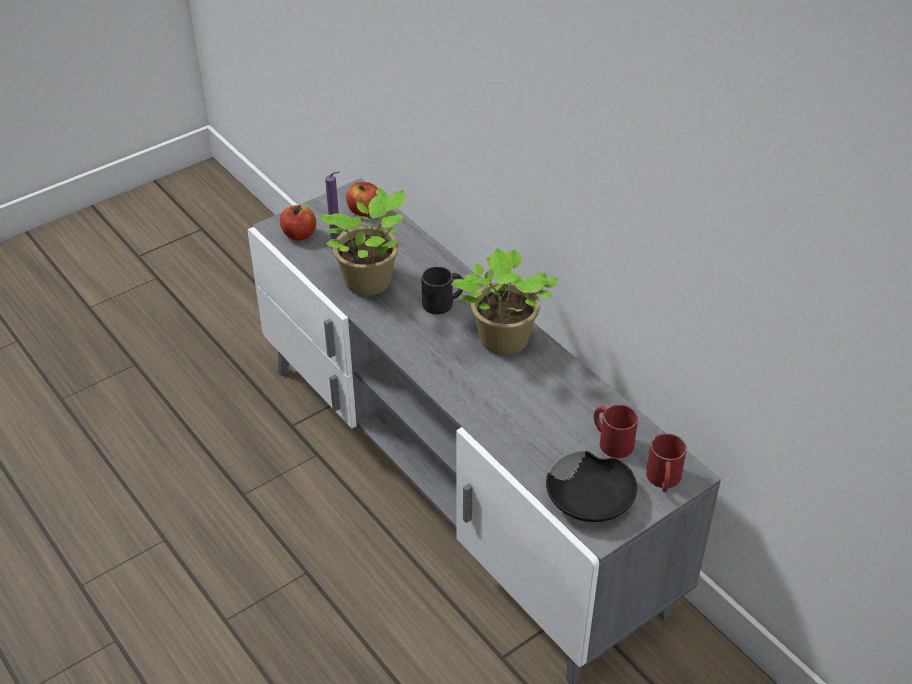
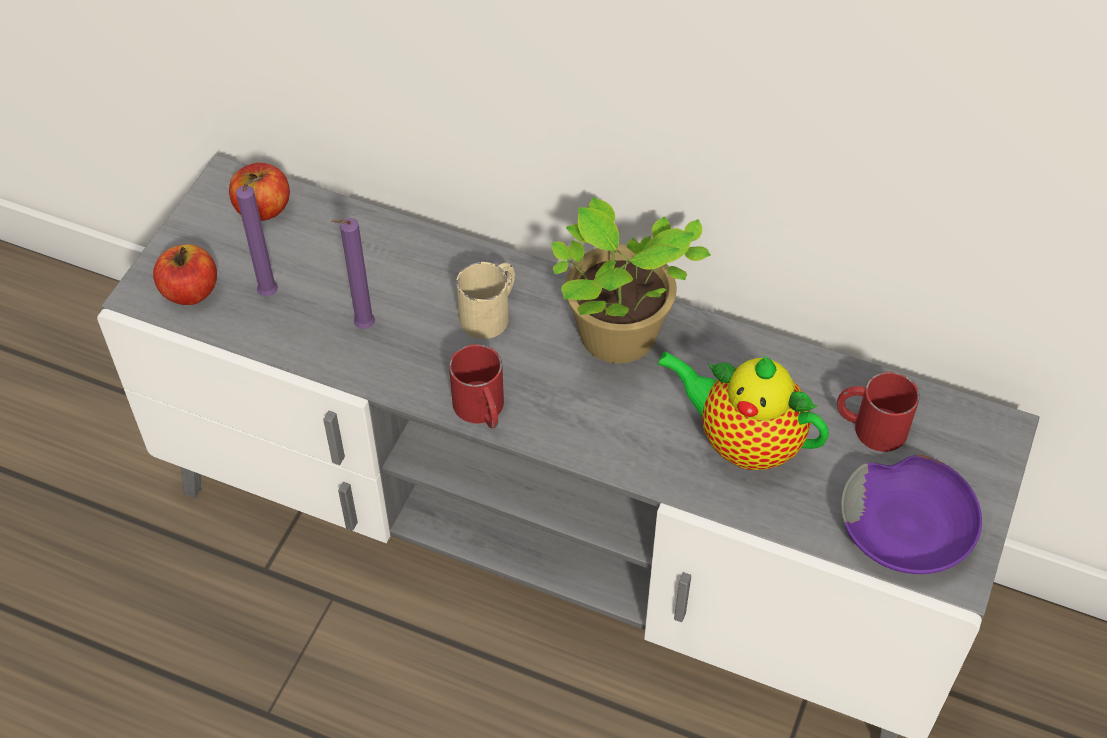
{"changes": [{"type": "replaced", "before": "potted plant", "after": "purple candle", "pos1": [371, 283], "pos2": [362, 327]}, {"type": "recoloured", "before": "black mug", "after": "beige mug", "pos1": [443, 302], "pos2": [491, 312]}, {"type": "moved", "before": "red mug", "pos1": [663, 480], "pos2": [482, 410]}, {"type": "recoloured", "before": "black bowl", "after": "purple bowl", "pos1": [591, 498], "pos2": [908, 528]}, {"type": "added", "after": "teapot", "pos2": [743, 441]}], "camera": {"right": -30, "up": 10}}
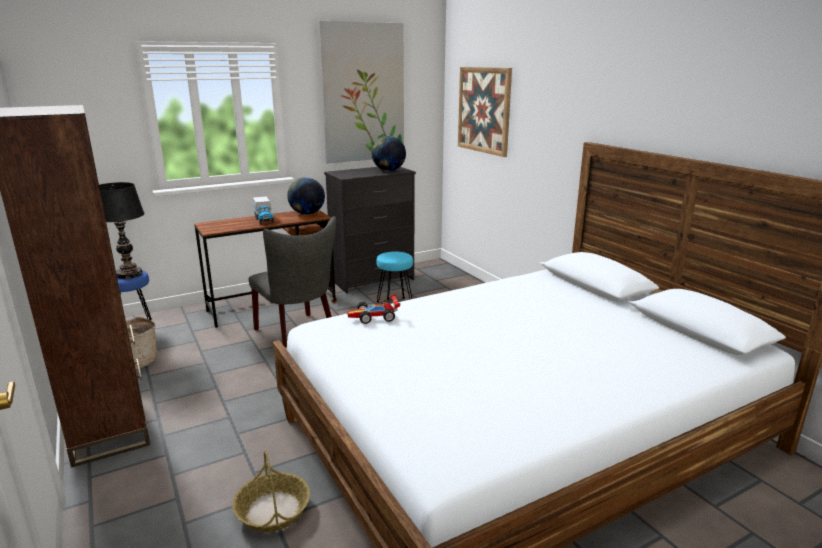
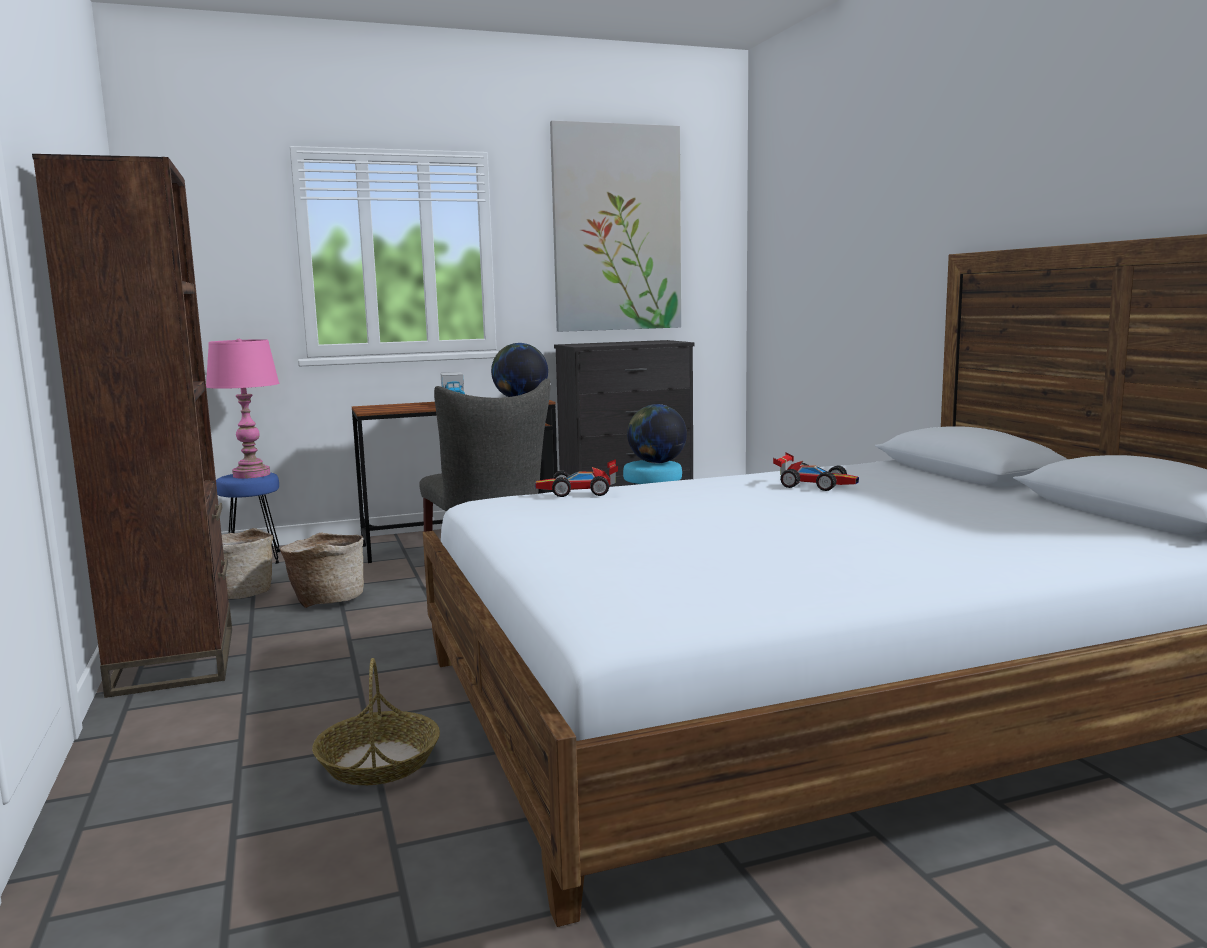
{"changes": [{"type": "removed", "before": "picture", "pos1": [484, 110]}, {"type": "moved", "before": "globe", "pos1": [388, 170], "pos2": [656, 463]}, {"type": "recoloured", "before": "black table lamp", "after": "pink table lamp", "pos1": [129, 274], "pos2": [251, 475]}, {"type": "added", "after": "toy car", "pos2": [815, 485]}, {"type": "added", "after": "basket", "pos2": [327, 600]}], "camera": {"right": 10, "up": -10}}
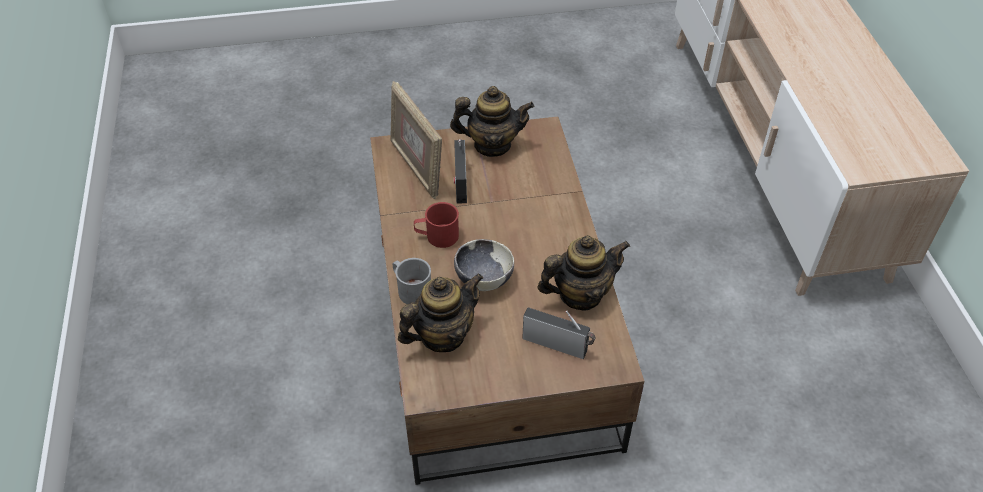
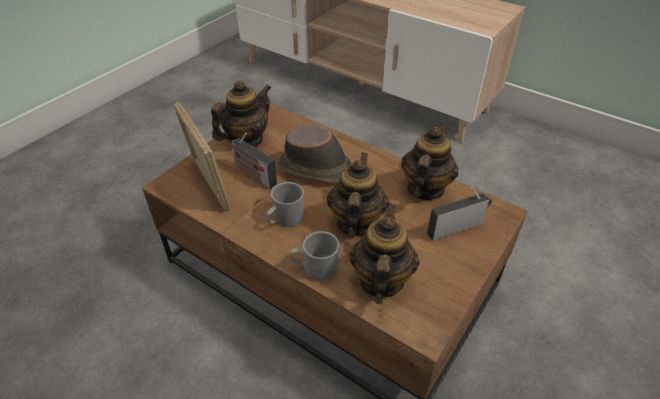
{"changes": [{"type": "turned", "before": "picture frame", "pos1": [416, 167], "pos2": [208, 185], "turn": -135}, {"type": "recoloured", "before": "red mug", "after": "grey mug", "pos1": [437, 236], "pos2": [285, 218]}, {"type": "replaced", "before": "bowl", "after": "teapot", "pos1": [483, 279], "pos2": [355, 223]}, {"type": "added", "after": "brown hat", "pos2": [316, 169]}], "camera": {"right": -45, "up": -5}}
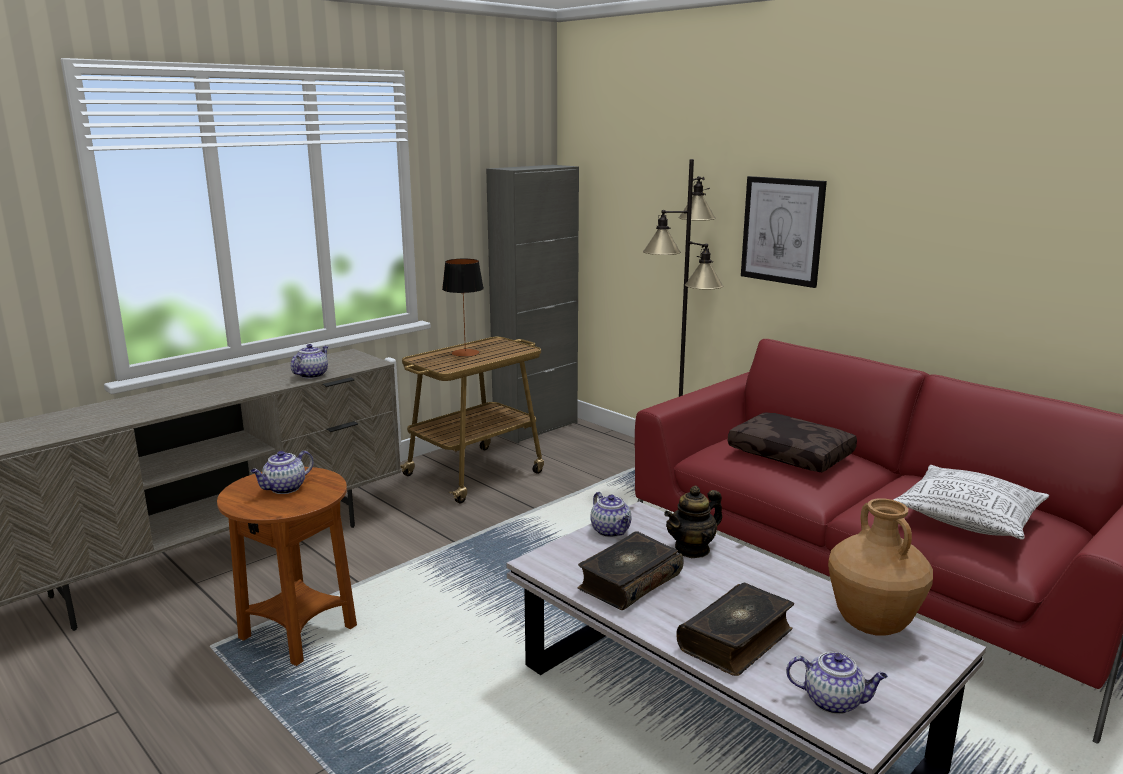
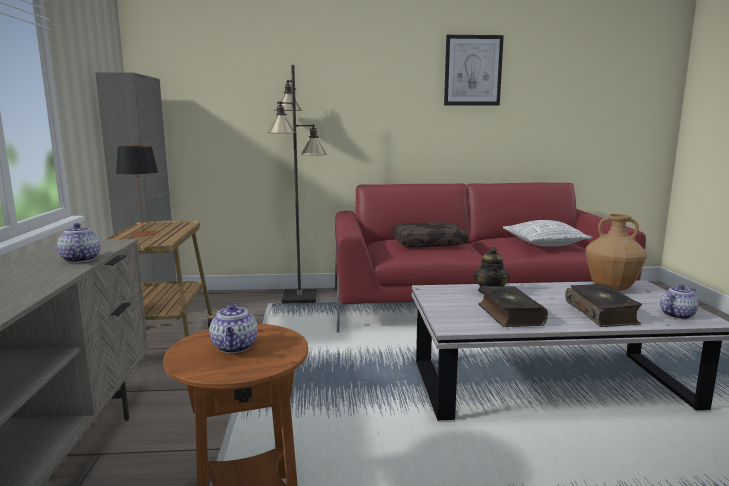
{"changes": [{"type": "moved", "before": "picture", "pos1": [782, 230], "pos2": [473, 70]}, {"type": "removed", "before": "teapot", "pos1": [611, 531]}], "camera": {"right": -50, "up": -5}}
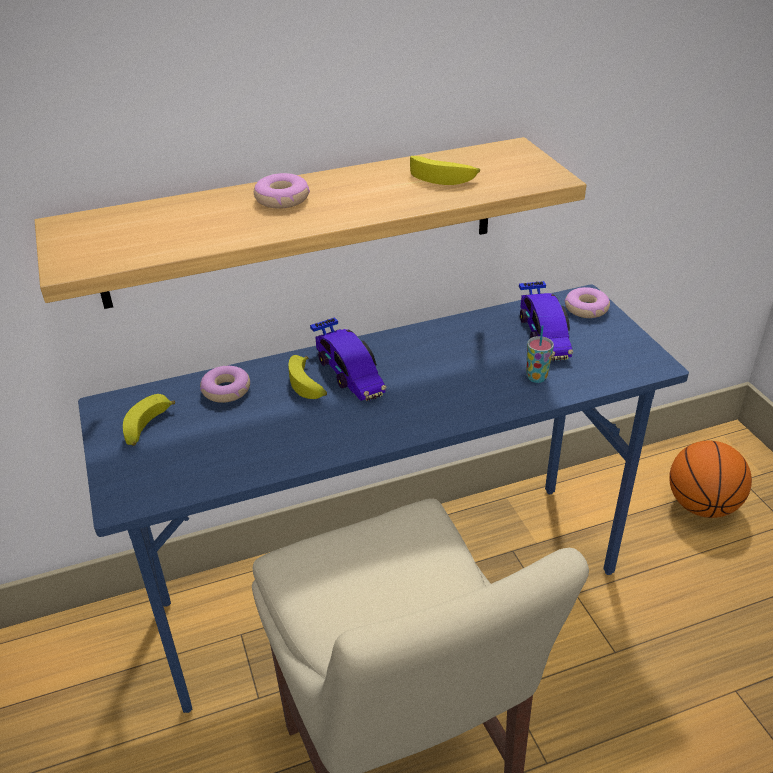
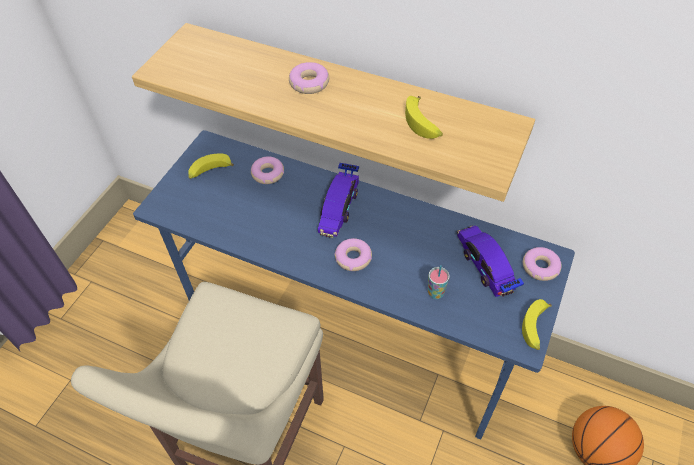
{"changes": [{"type": "turned", "before": "toy car", "pos1": [544, 333], "pos2": [485, 265], "turn": 120}, {"type": "moved", "before": "banana", "pos1": [308, 385], "pos2": [535, 328]}, {"type": "added", "after": "donut", "pos2": [353, 258]}], "camera": {"right": 45, "up": 15}}
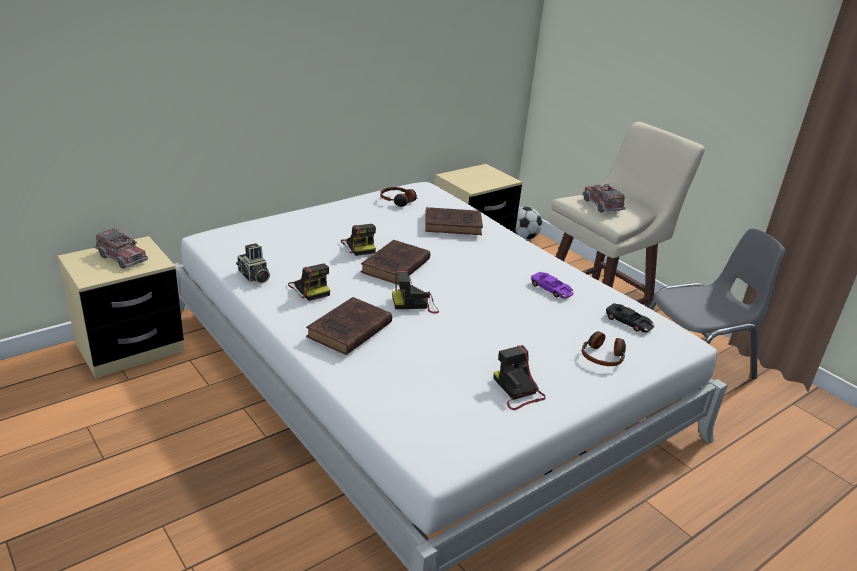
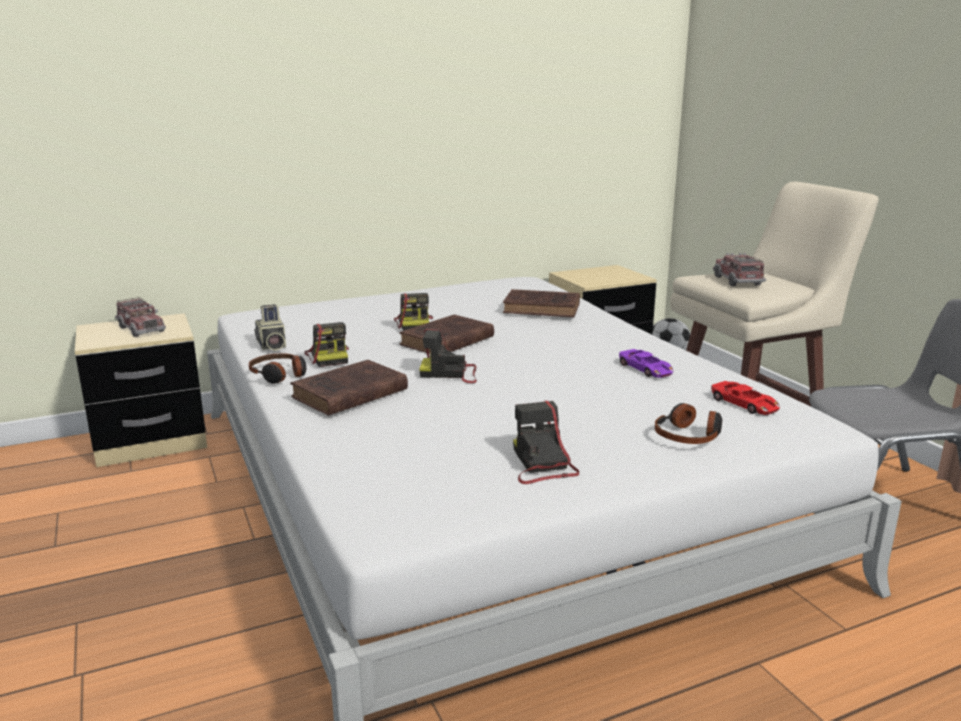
{"changes": [{"type": "moved", "before": "headphones", "pos1": [398, 201], "pos2": [279, 375]}, {"type": "recoloured", "before": "black toy car", "after": "red toy car", "pos1": [629, 322], "pos2": [744, 404]}], "camera": {"right": 15, "up": -10}}
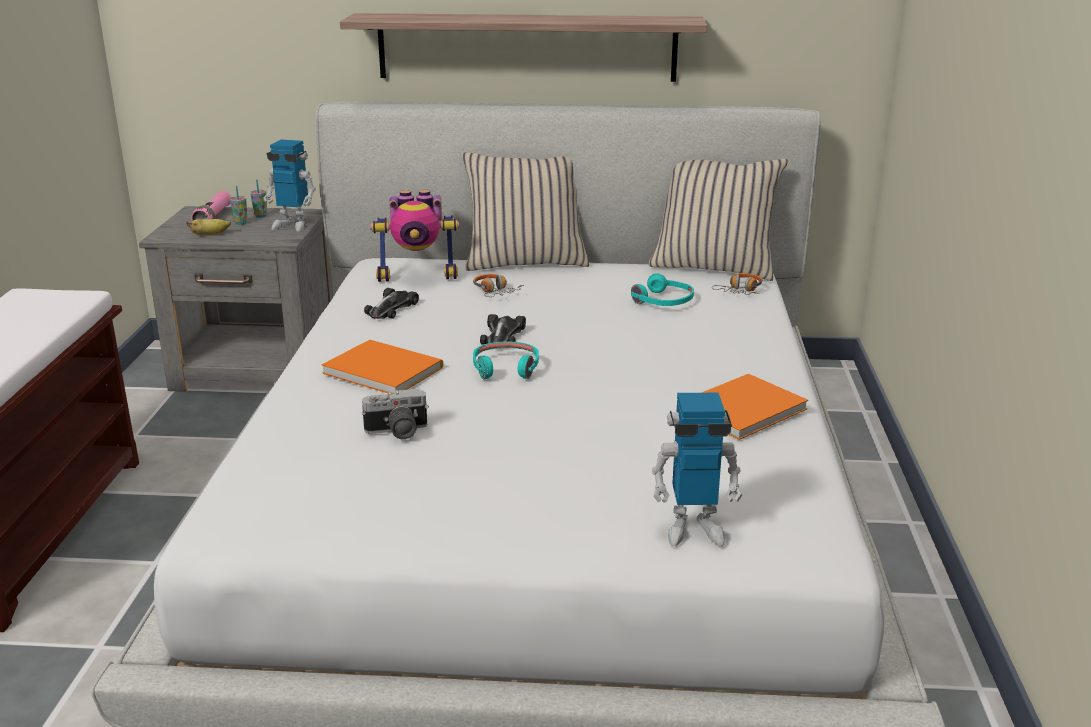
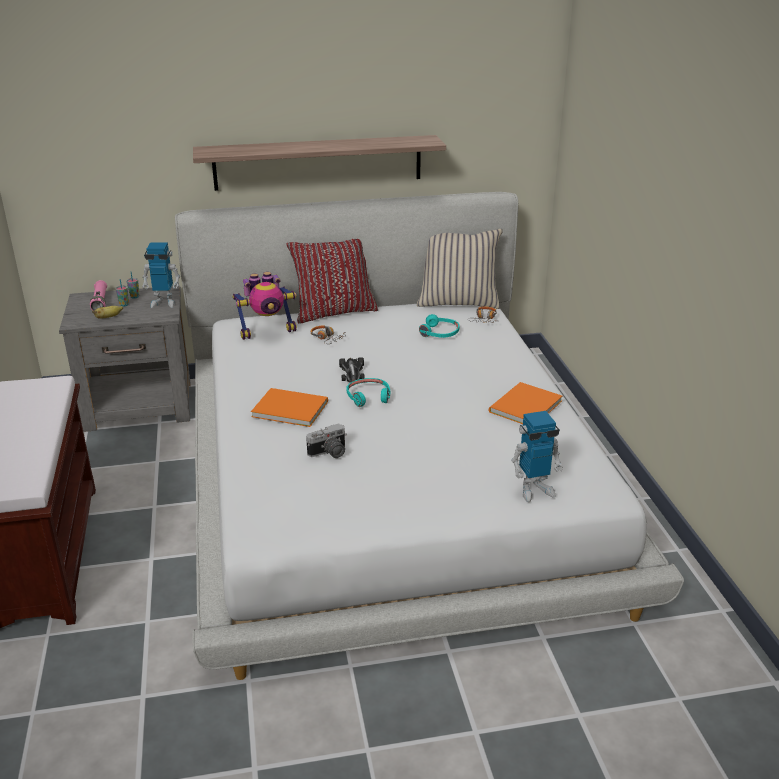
{"changes": [{"type": "recoloured", "before": "beige pillow", "after": "red pillow", "pos1": [525, 262], "pos2": [334, 312]}, {"type": "removed", "before": "toy car", "pos1": [391, 308]}], "camera": {"right": -15, "up": 5}}
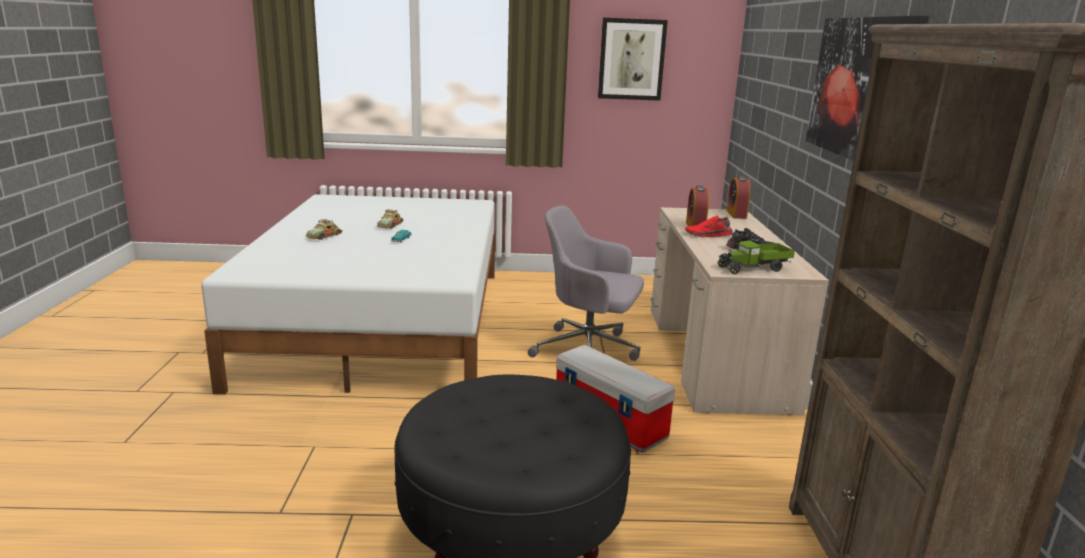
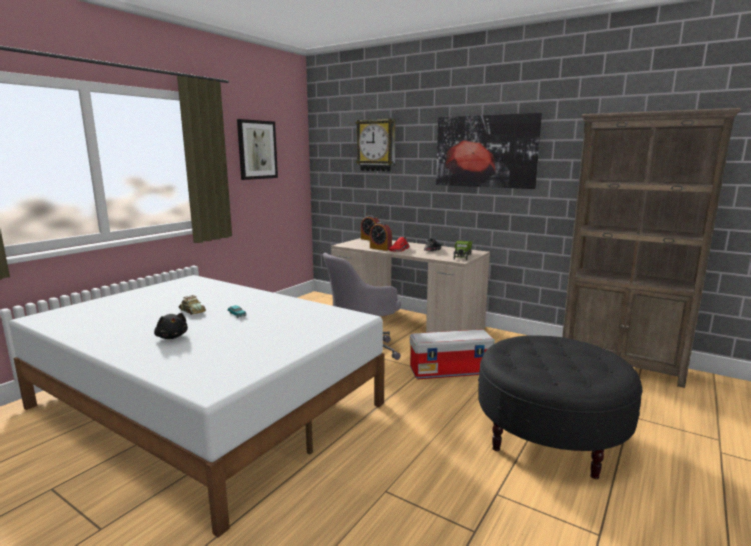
{"changes": [{"type": "replaced", "before": "toy car", "after": "black plush toy", "pos1": [324, 236], "pos2": [172, 337]}, {"type": "added", "after": "wall clock", "pos2": [376, 145]}], "camera": {"right": -55, "up": -5}}
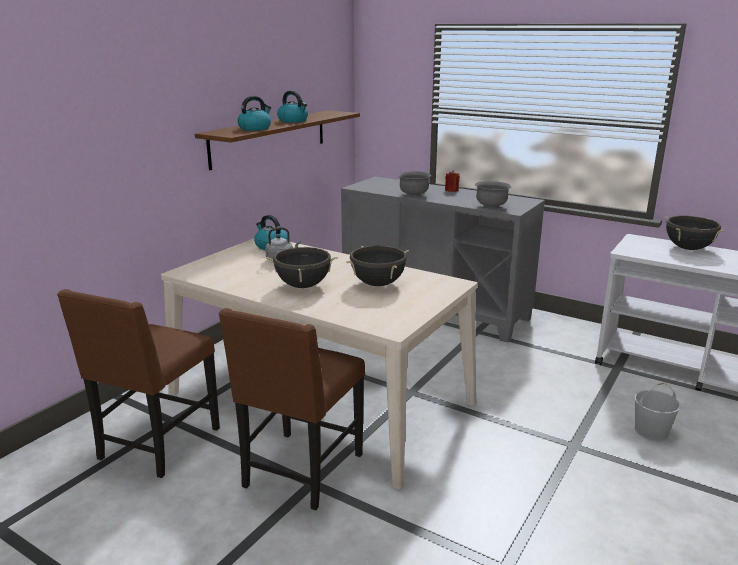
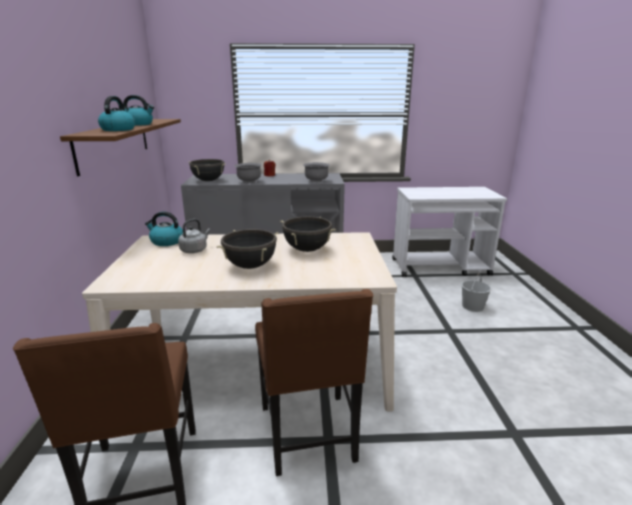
{"changes": [{"type": "moved", "before": "black cooking pot", "pos1": [688, 248], "pos2": [208, 180]}], "camera": {"right": -35, "up": 0}}
